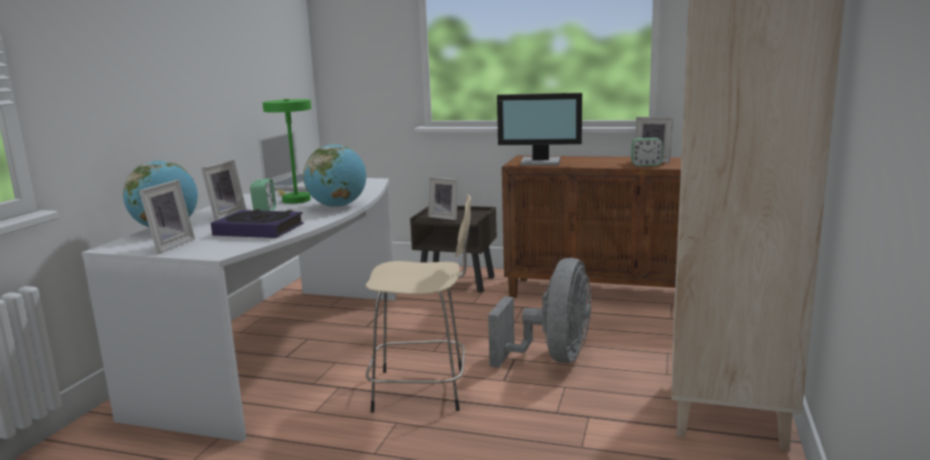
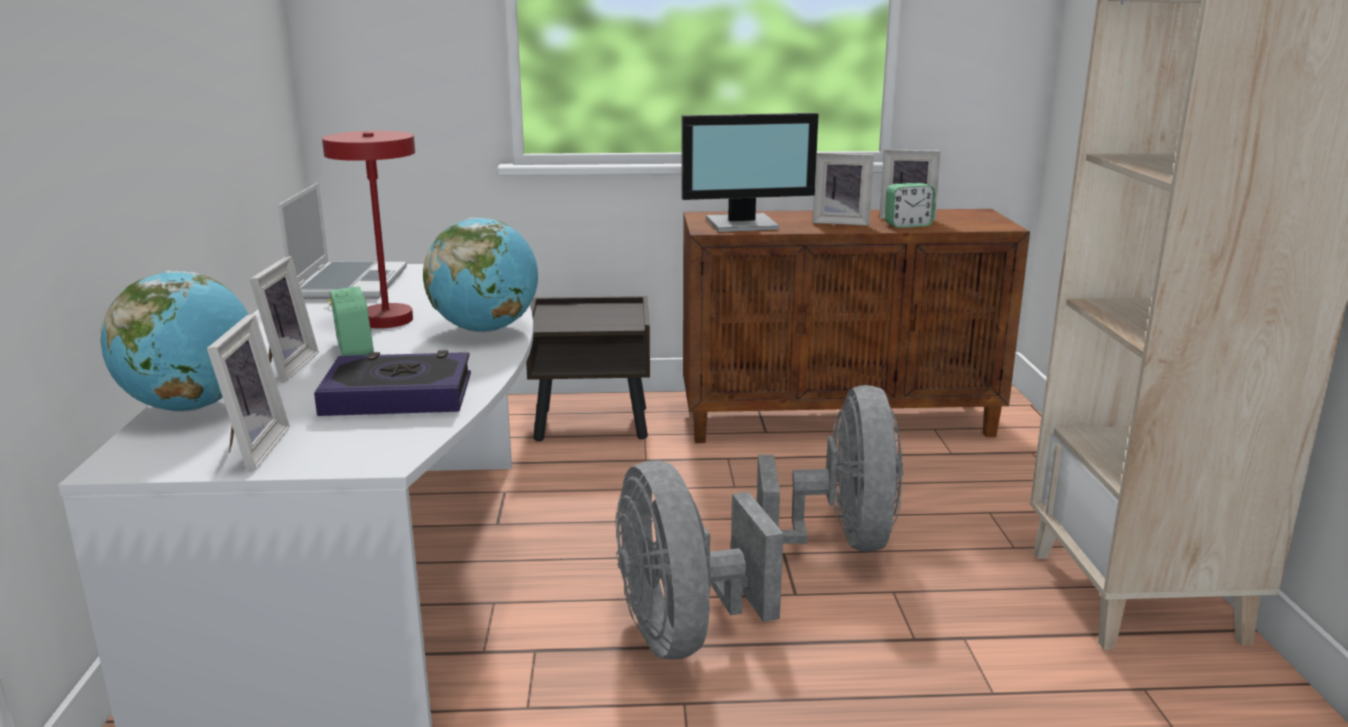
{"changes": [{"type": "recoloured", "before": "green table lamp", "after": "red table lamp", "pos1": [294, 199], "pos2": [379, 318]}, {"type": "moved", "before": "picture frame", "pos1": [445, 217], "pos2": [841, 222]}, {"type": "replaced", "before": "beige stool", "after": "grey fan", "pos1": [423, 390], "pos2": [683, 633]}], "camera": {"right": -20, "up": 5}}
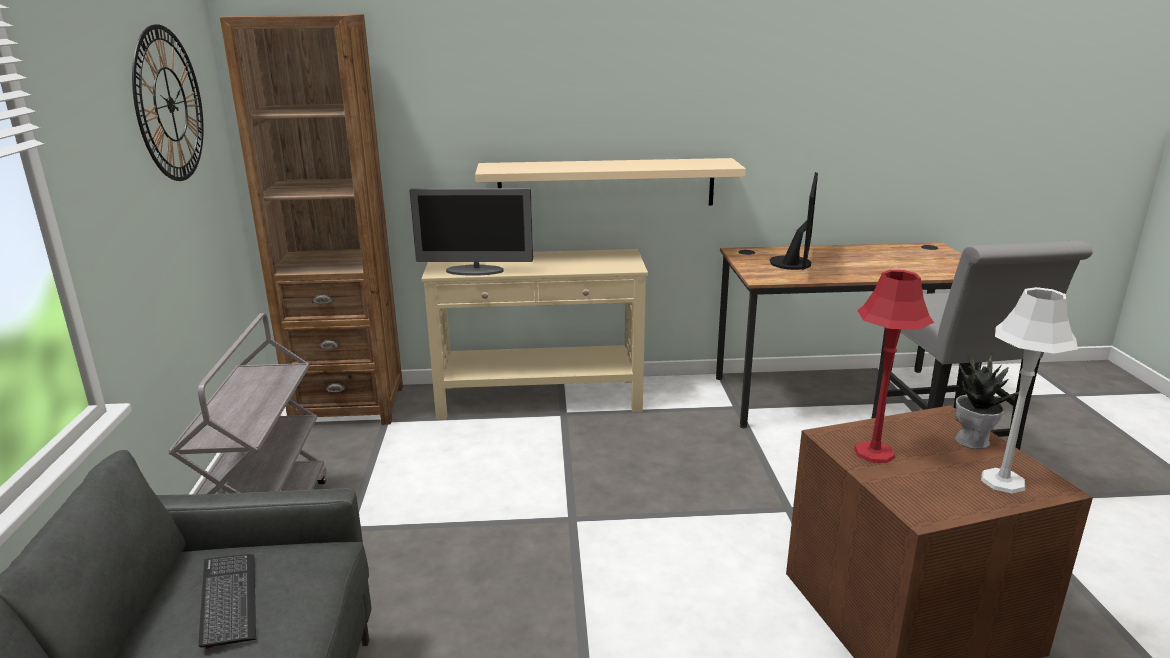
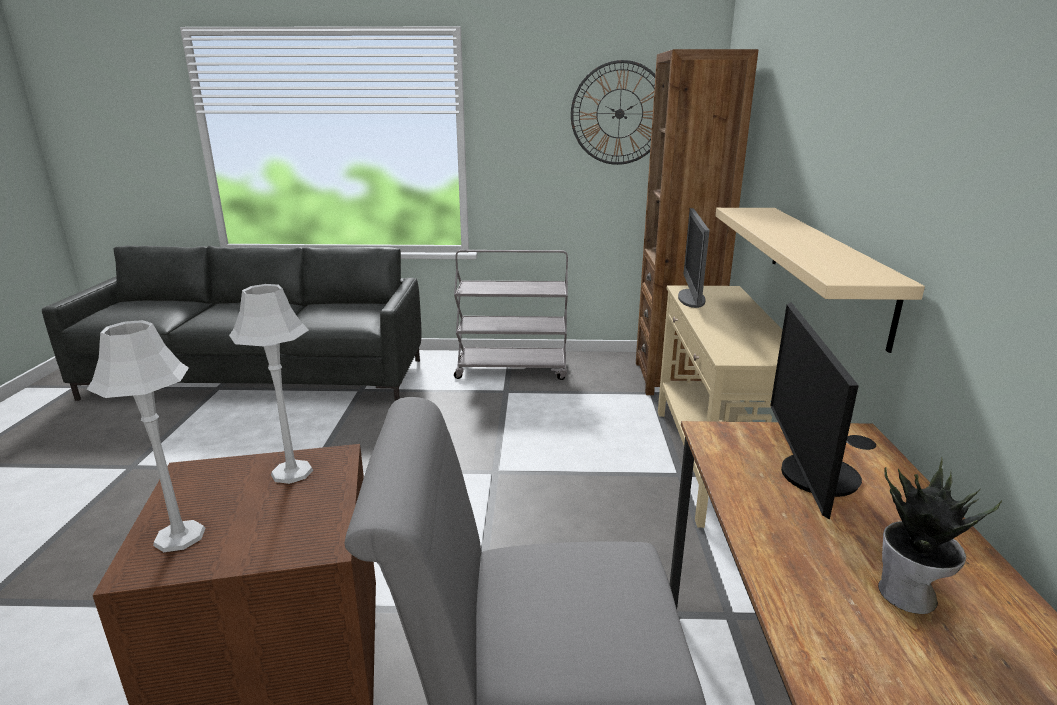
{"changes": [{"type": "turned", "before": "monitor", "pos1": [795, 263], "pos2": [810, 475], "turn": 75}, {"type": "recoloured", "before": "red table lamp", "after": "grey table lamp", "pos1": [874, 453], "pos2": [291, 472]}, {"type": "moved", "before": "potted plant", "pos1": [973, 440], "pos2": [909, 596]}, {"type": "removed", "before": "keyboard", "pos1": [229, 601]}], "camera": {"right": 95, "up": 0}}
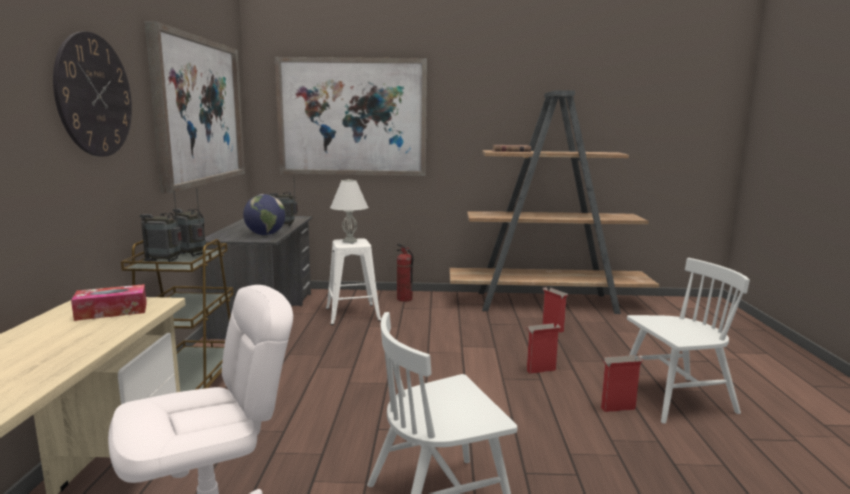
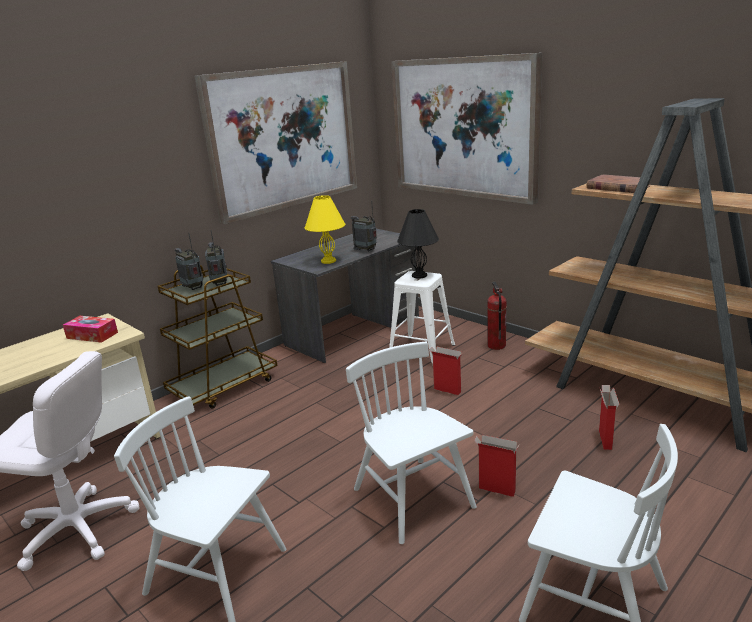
{"changes": [{"type": "removed", "before": "wall clock", "pos1": [94, 95]}, {"type": "recoloured", "before": "white table lamp", "after": "black table lamp", "pos1": [350, 241], "pos2": [419, 275]}, {"type": "replaced", "before": "globe", "after": "yellow table lamp", "pos1": [265, 234], "pos2": [329, 261]}, {"type": "moved", "before": "cardboard box", "pos1": [617, 408], "pos2": [446, 390]}, {"type": "added", "after": "white chair", "pos2": [413, 499]}], "camera": {"right": 45, "up": 10}}
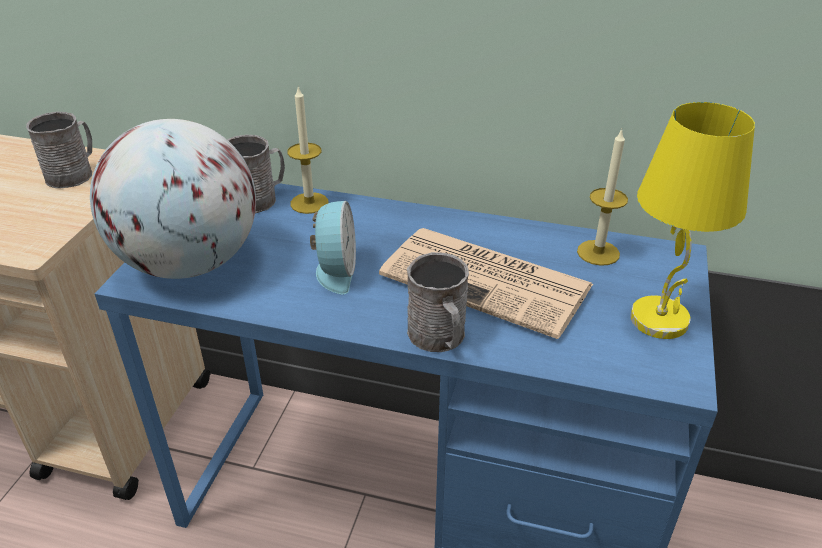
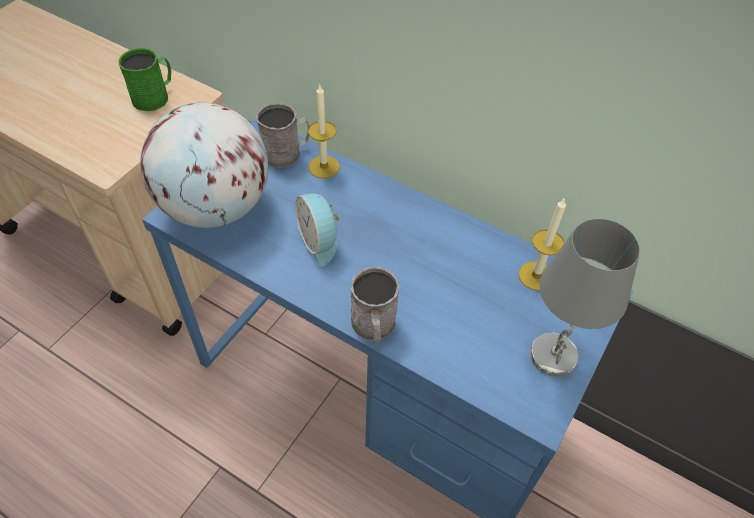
{"changes": [{"type": "recoloured", "before": "yellow table lamp", "after": "grey table lamp", "pos1": [660, 321], "pos2": [554, 357]}, {"type": "recoloured", "before": "grey mug", "after": "green mug", "pos1": [74, 173], "pos2": [155, 97]}, {"type": "turned", "before": "alarm clock", "pos1": [335, 270], "pos2": [320, 241], "turn": 135}, {"type": "removed", "before": "newspaper", "pos1": [489, 281]}], "camera": {"right": 15, "up": 15}}
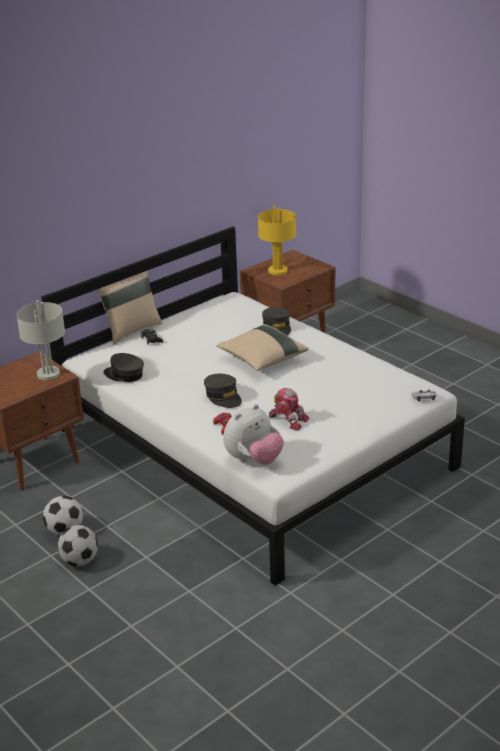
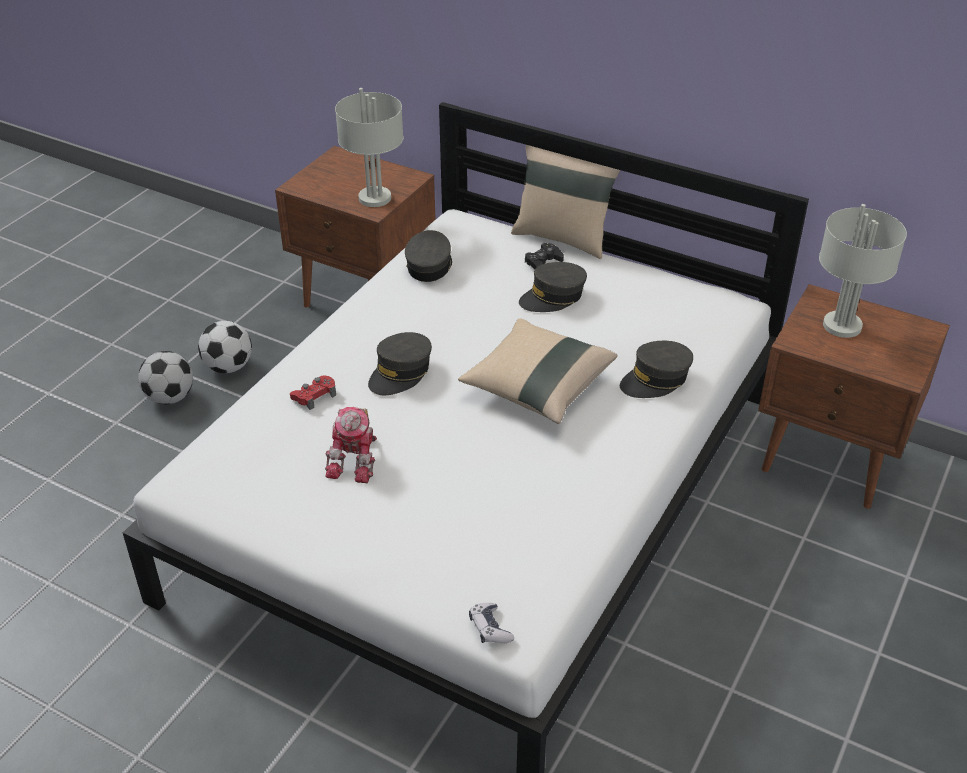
{"changes": [{"type": "recoloured", "before": "yellow table lamp", "after": "grey table lamp", "pos1": [277, 271], "pos2": [842, 325]}, {"type": "removed", "before": "plush toy", "pos1": [253, 460]}, {"type": "added", "after": "grey cap", "pos2": [553, 297]}], "camera": {"right": 70, "up": 10}}
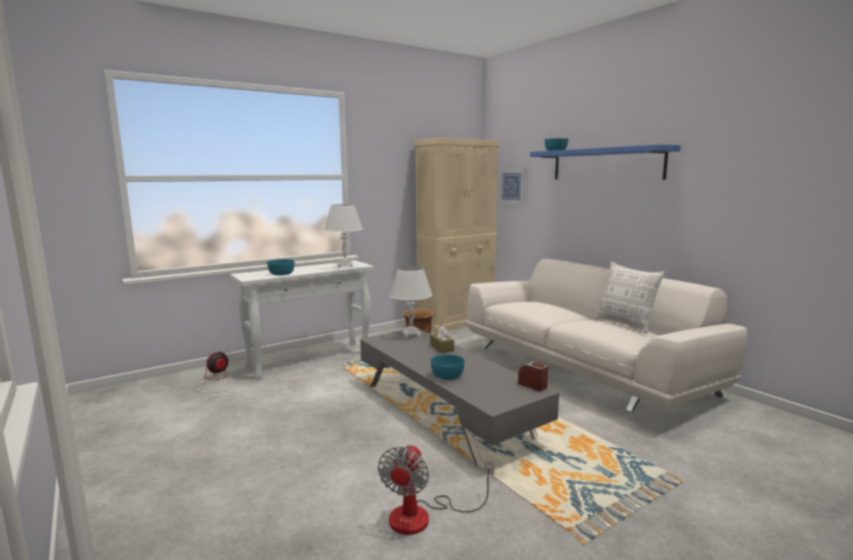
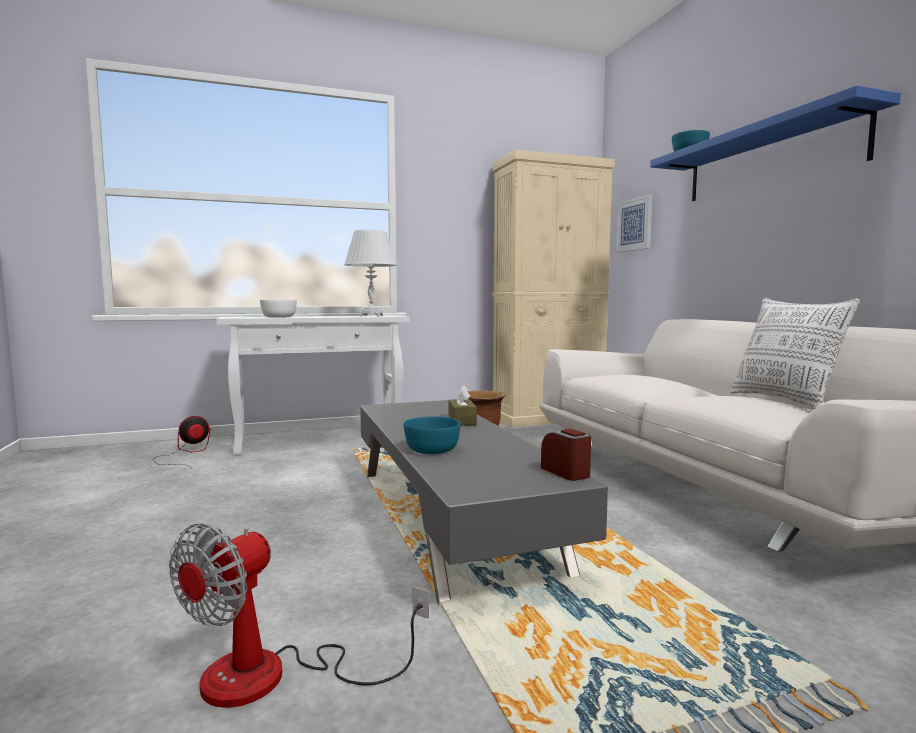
{"changes": [{"type": "recoloured", "before": "turquoise bowl", "after": "white bowl", "pos1": [281, 274], "pos2": [278, 317]}, {"type": "removed", "before": "white table lamp", "pos1": [411, 334]}], "camera": {"right": 15, "up": -5}}
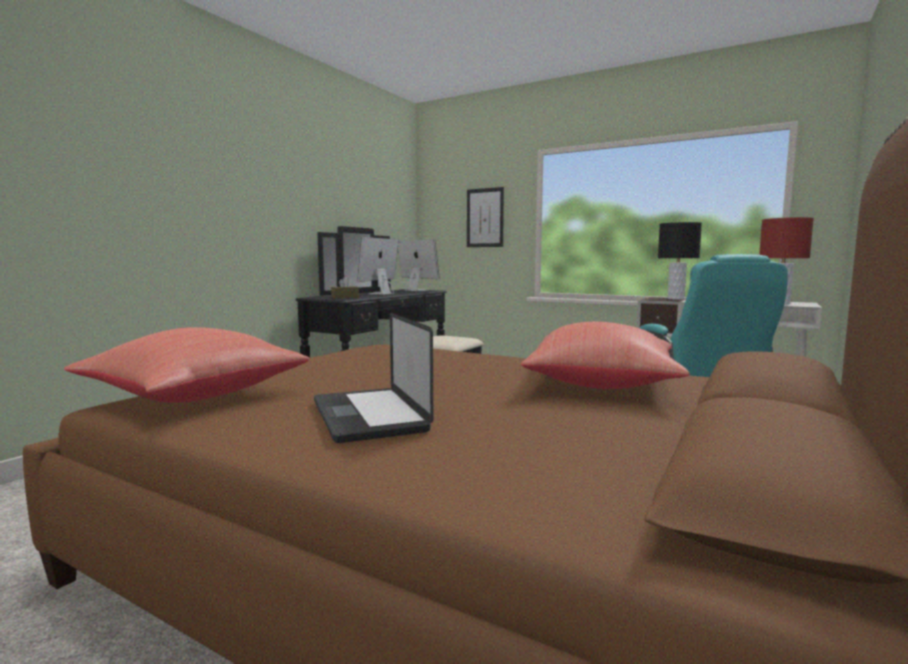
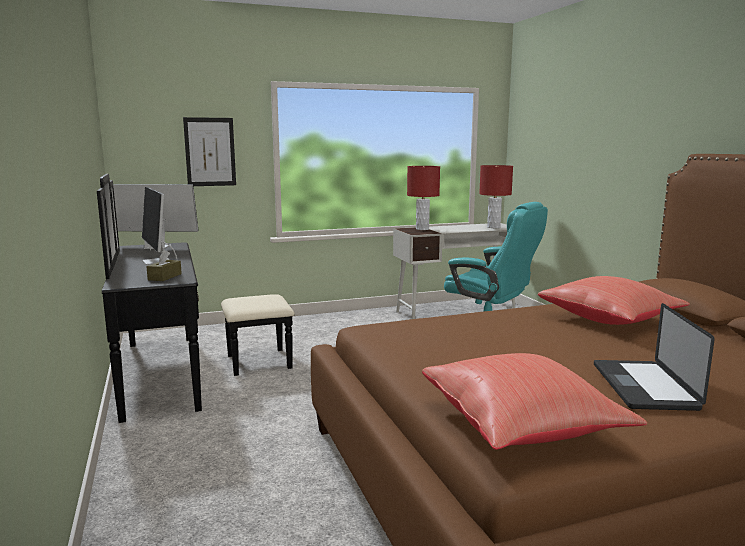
{"changes": [{"type": "recoloured", "before": "black table lamp", "after": "red table lamp", "pos1": [675, 298], "pos2": [422, 229]}, {"type": "turned", "before": "laptop", "pos1": [368, 416], "pos2": [643, 386], "turn": 75}], "camera": {"right": -50, "up": 5}}
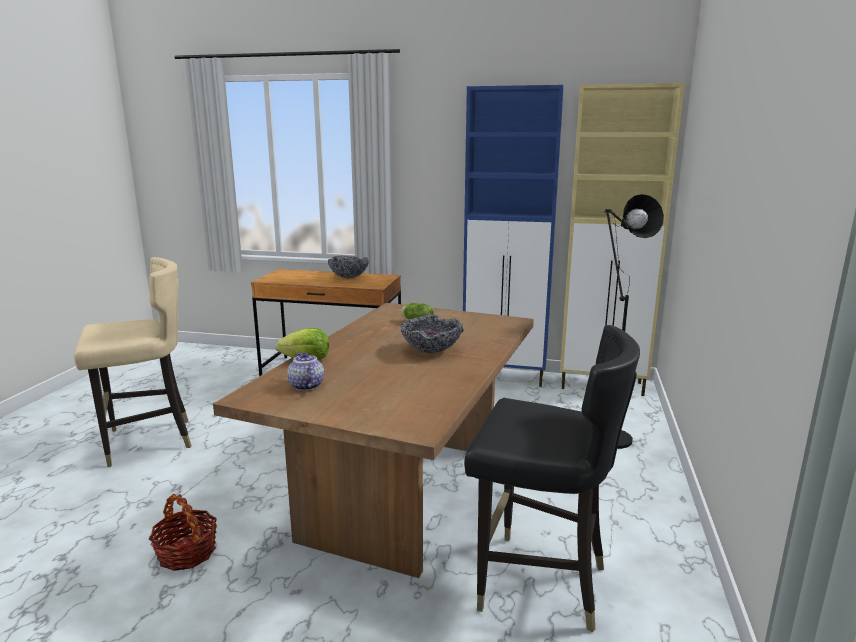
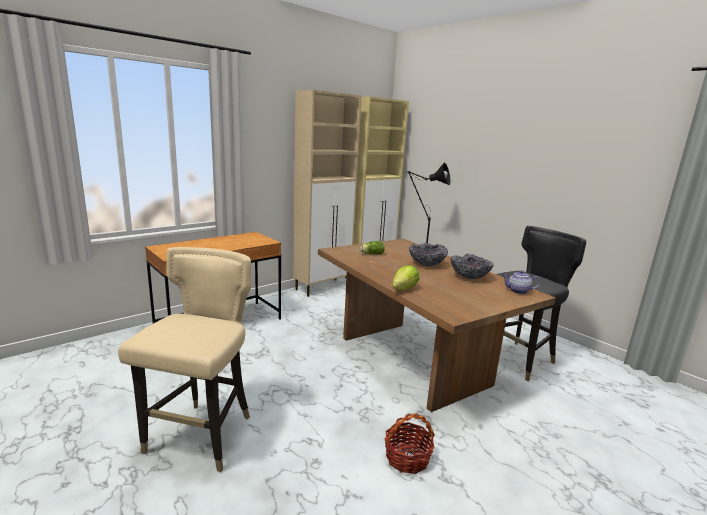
{"changes": [{"type": "recoloured", "before": "blue cabinet", "after": "beige cabinet", "pos1": [505, 377], "pos2": [323, 287]}, {"type": "moved", "before": "bowl", "pos1": [349, 277], "pos2": [469, 277]}, {"type": "moved", "before": "teapot", "pos1": [305, 385], "pos2": [518, 291]}], "camera": {"right": -55, "up": 0}}
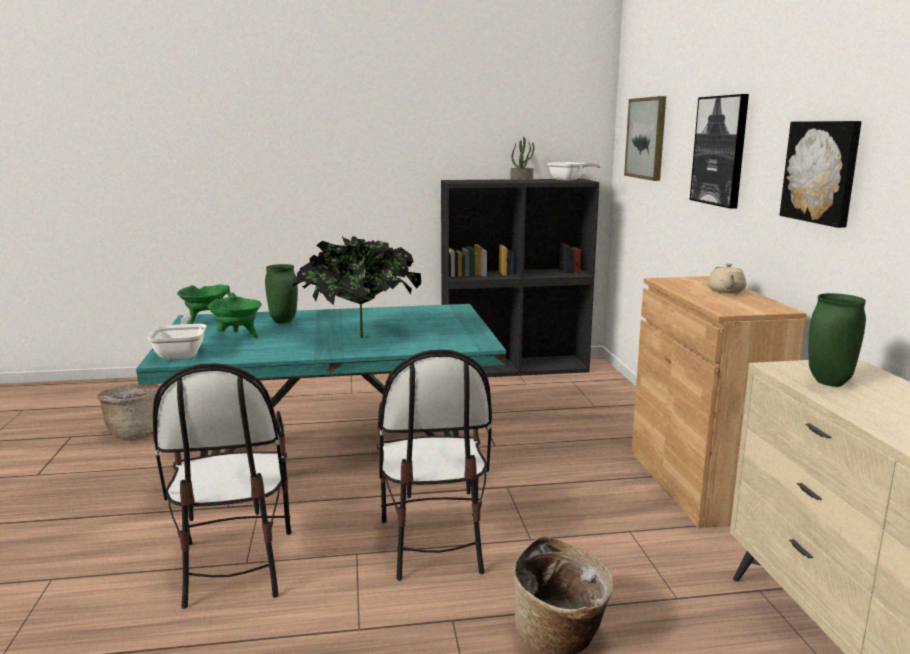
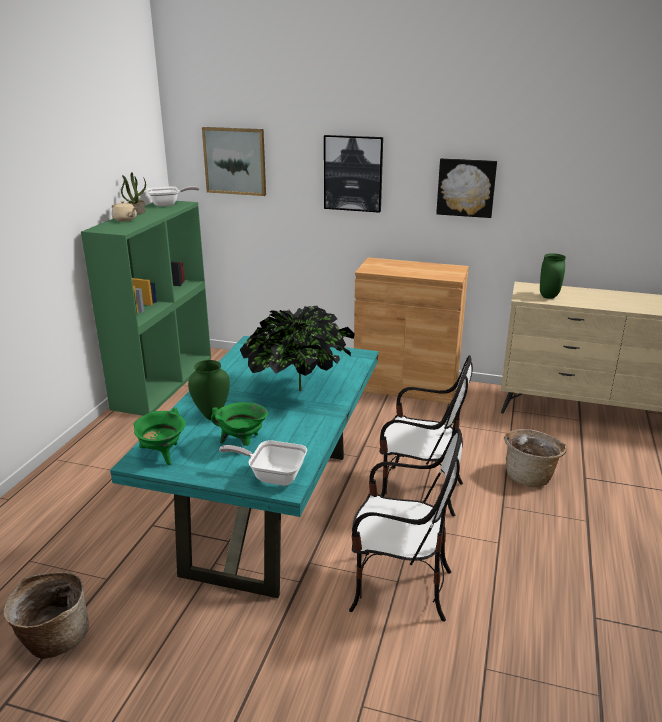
{"changes": [{"type": "recoloured", "before": "black bookcase", "after": "green bookcase", "pos1": [515, 367], "pos2": [163, 382]}, {"type": "moved", "before": "beige teapot", "pos1": [726, 291], "pos2": [125, 219]}], "camera": {"right": -65, "up": 10}}
